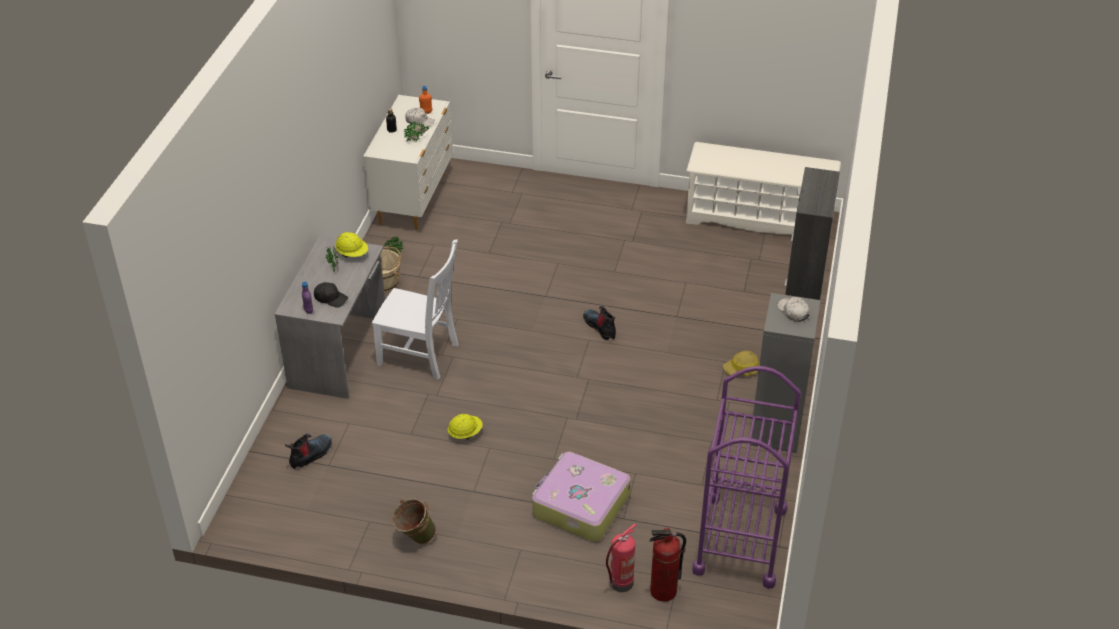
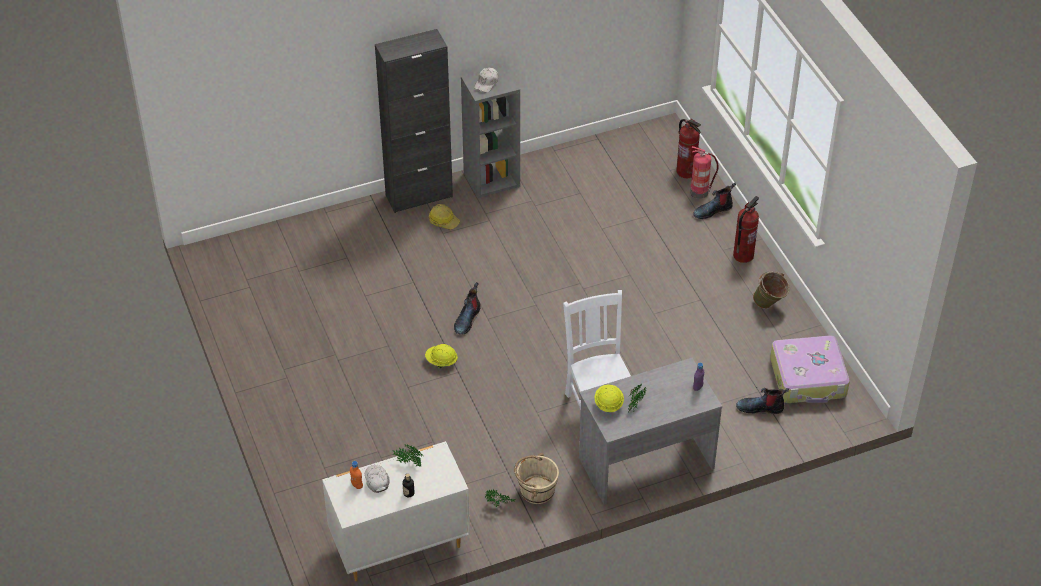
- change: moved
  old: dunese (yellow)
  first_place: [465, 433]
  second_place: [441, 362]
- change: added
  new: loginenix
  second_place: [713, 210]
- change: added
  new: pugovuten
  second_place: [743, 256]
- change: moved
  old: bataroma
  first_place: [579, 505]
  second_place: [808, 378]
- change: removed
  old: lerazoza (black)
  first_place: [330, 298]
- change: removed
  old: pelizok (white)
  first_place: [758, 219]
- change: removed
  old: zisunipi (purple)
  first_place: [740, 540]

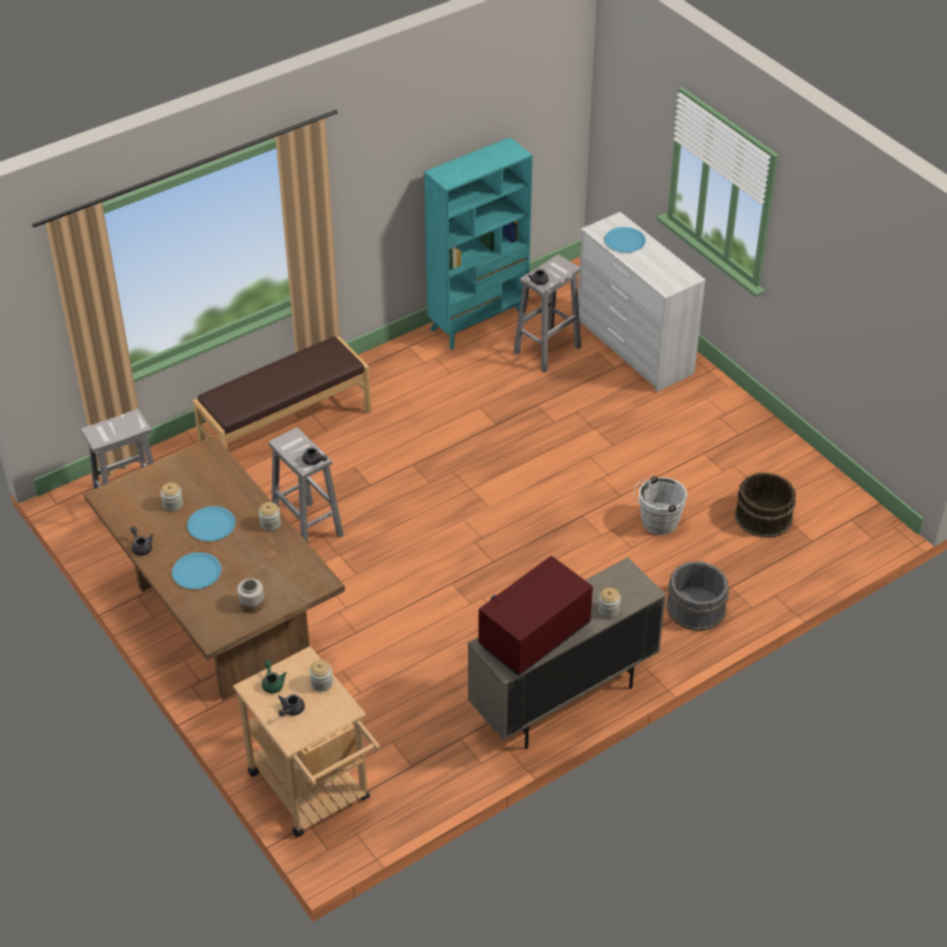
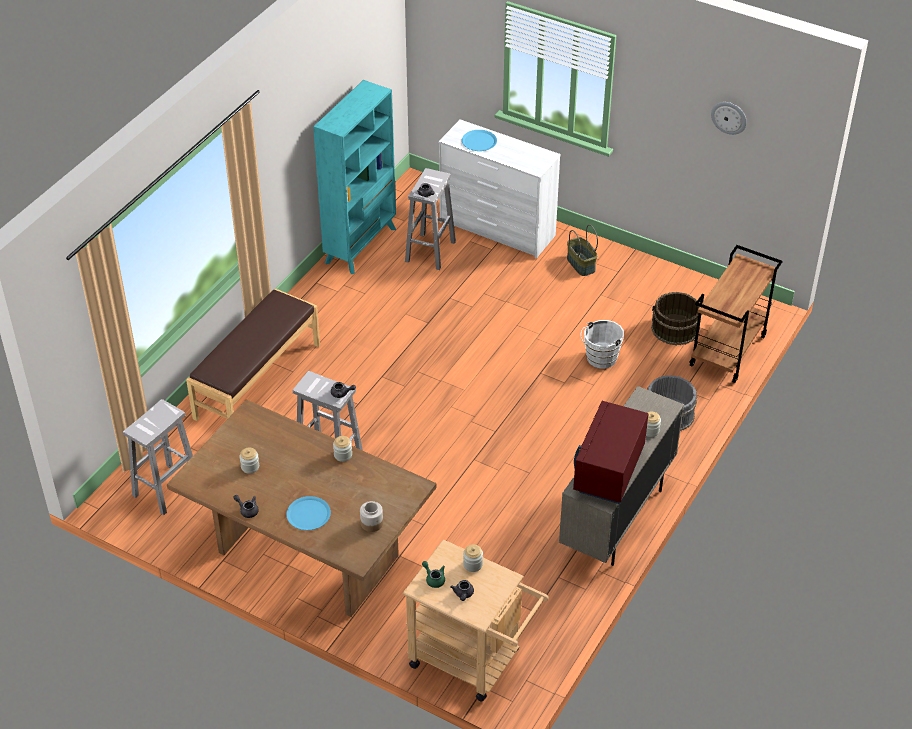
- change: added
  new: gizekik
  second_place: [580, 264]
- change: added
  new: zisunipi (brown)
  second_place: [728, 352]
- change: added
  new: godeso
  second_place: [729, 117]
- change: removed
  old: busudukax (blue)
  first_place: [211, 525]

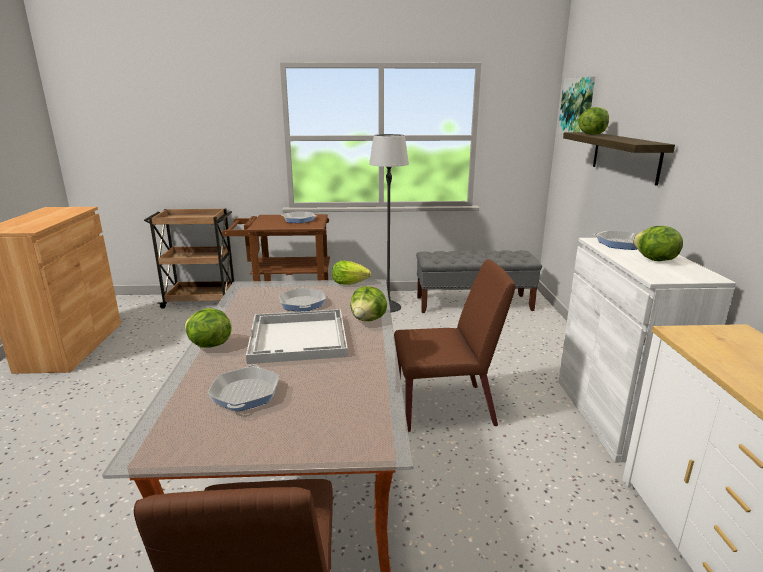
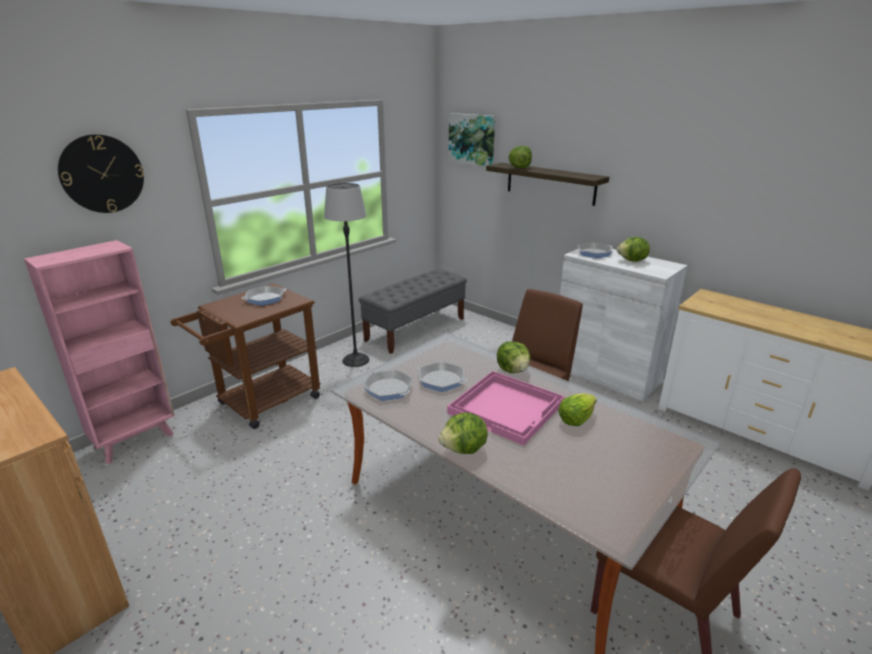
- change: replaced
  old: zisunipi (brown)
  new: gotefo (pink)
  first_place: [201, 300]
  second_place: [136, 440]
- change: added
  new: godeso
  second_place: [102, 174]
- change: moved
  old: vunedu
  first_place: [245, 393]
  second_place: [388, 389]
- change: recoloured
  old: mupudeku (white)
  new: mupudeku (pink)
  first_place: [299, 338]
  second_place: [507, 408]
- change: moved
  old: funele
  first_place: [349, 283]
  second_place: [575, 419]

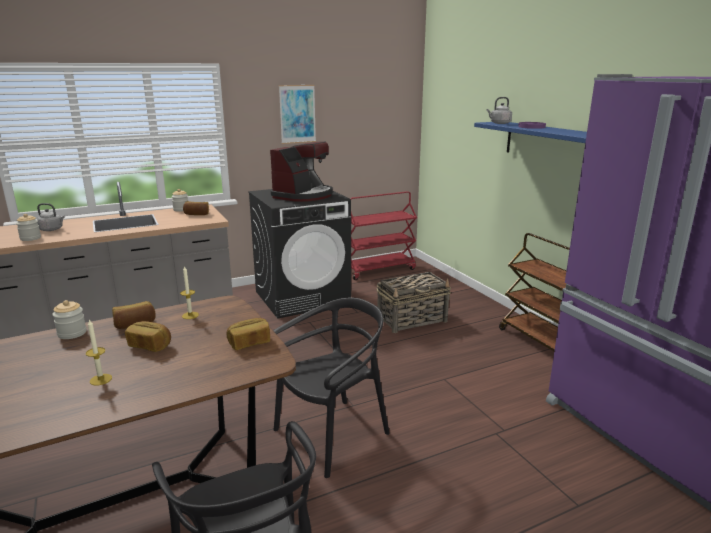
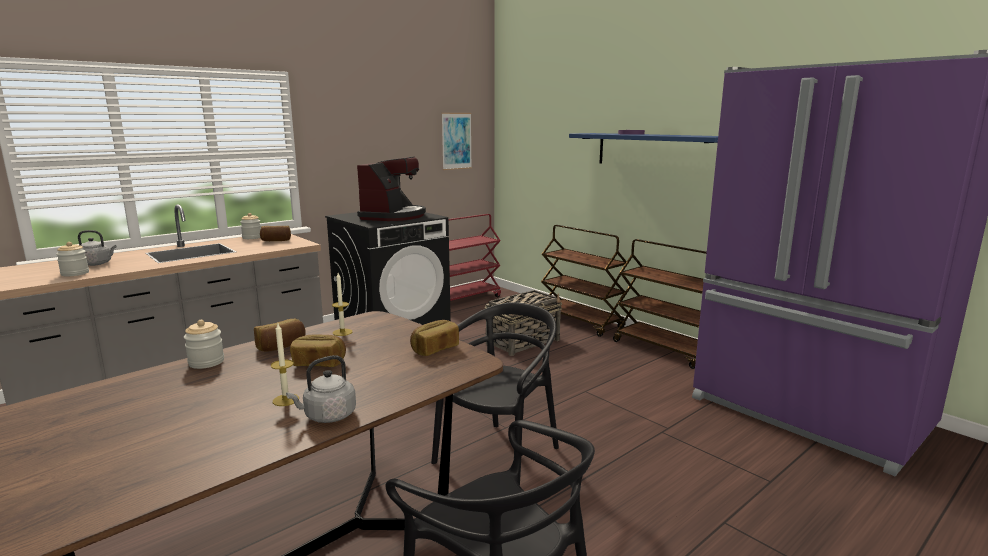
- change: moved
  old: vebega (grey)
  first_place: [499, 123]
  second_place: [327, 416]
- change: moved
  old: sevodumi
  first_place: [297, 114]
  second_place: [456, 141]
- change: added
  new: zisunipi (brown)
  second_place: [581, 322]

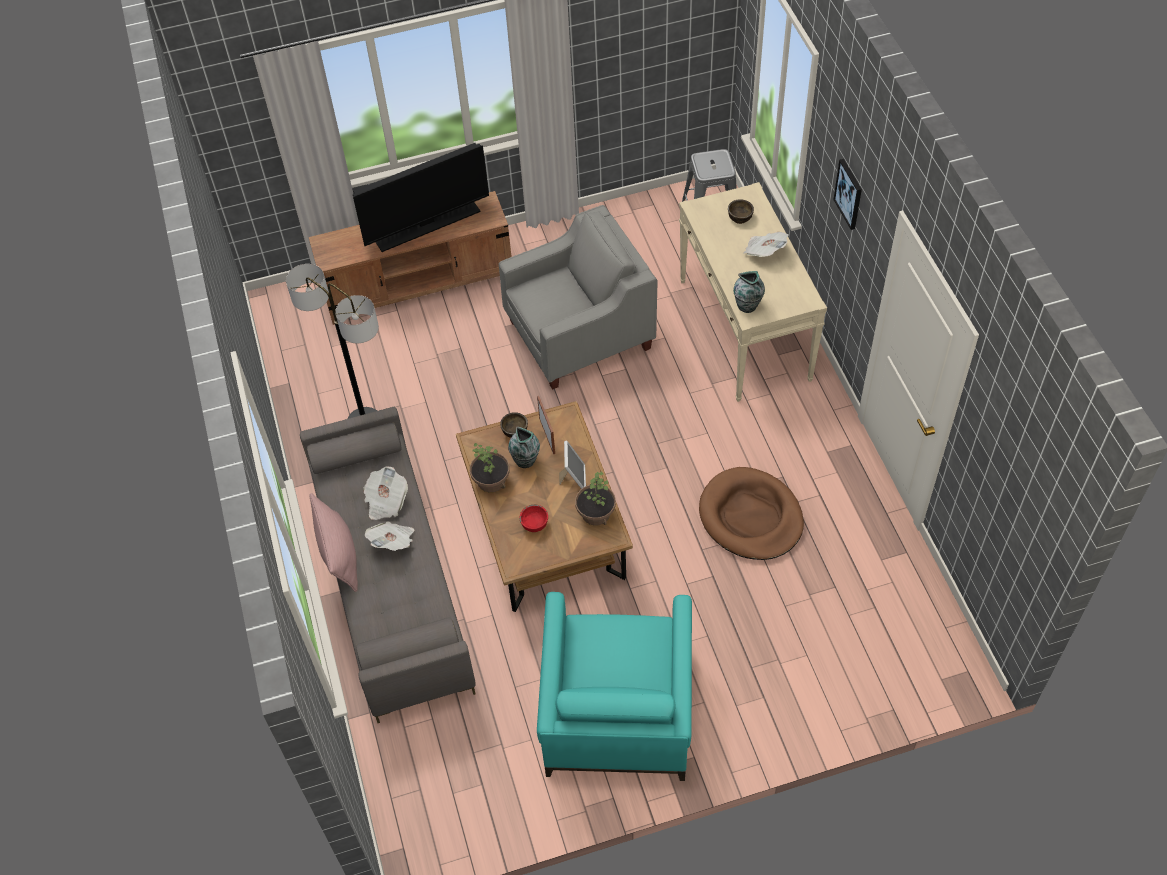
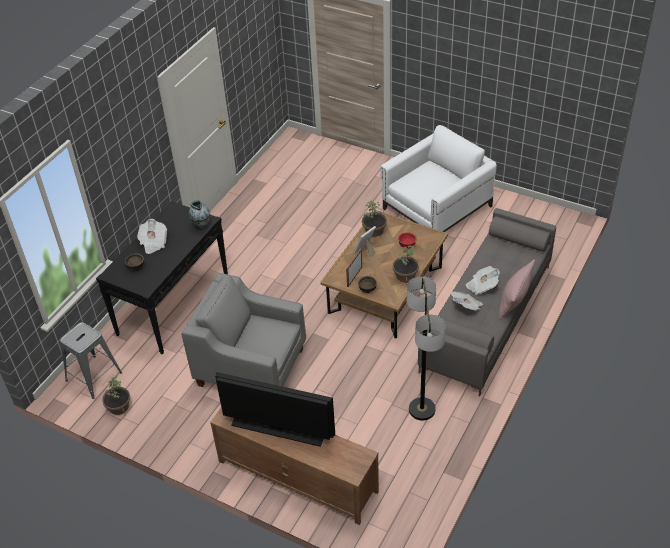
- change: recoloured
  old: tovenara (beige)
  new: tovenara (black)
  first_place: [745, 330]
  second_place: [173, 305]
- change: added
  new: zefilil
  second_place: [118, 407]
- change: recoloured
  old: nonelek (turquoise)
  new: nonelek (white)
  first_place: [617, 708]
  second_place: [436, 208]
- change: removed
  old: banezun
  first_place: [525, 461]
- change: removed
  old: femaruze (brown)
  first_place: [750, 517]
- change: removed
  old: sevodumi
  first_place: [849, 194]

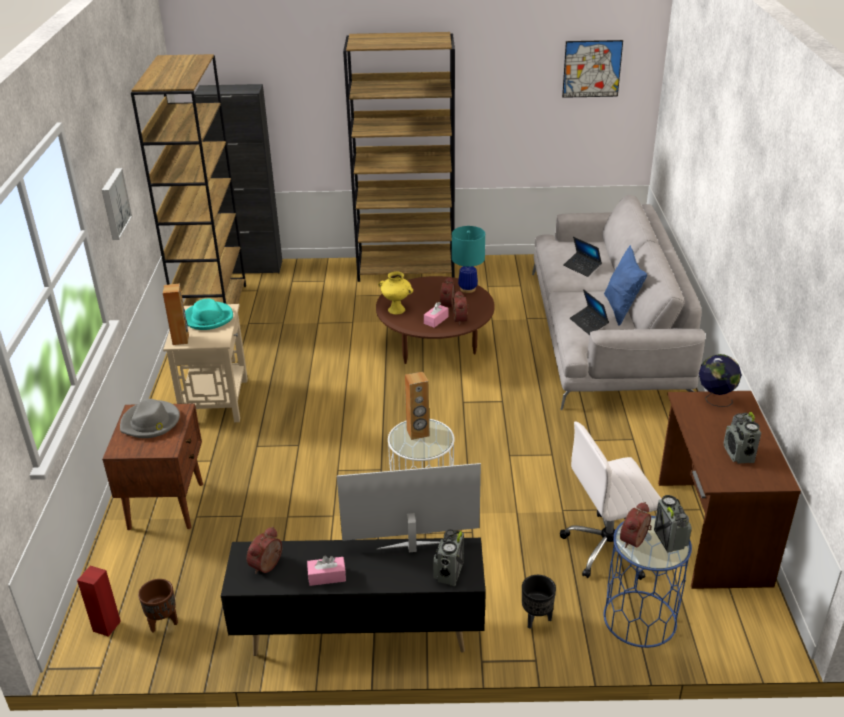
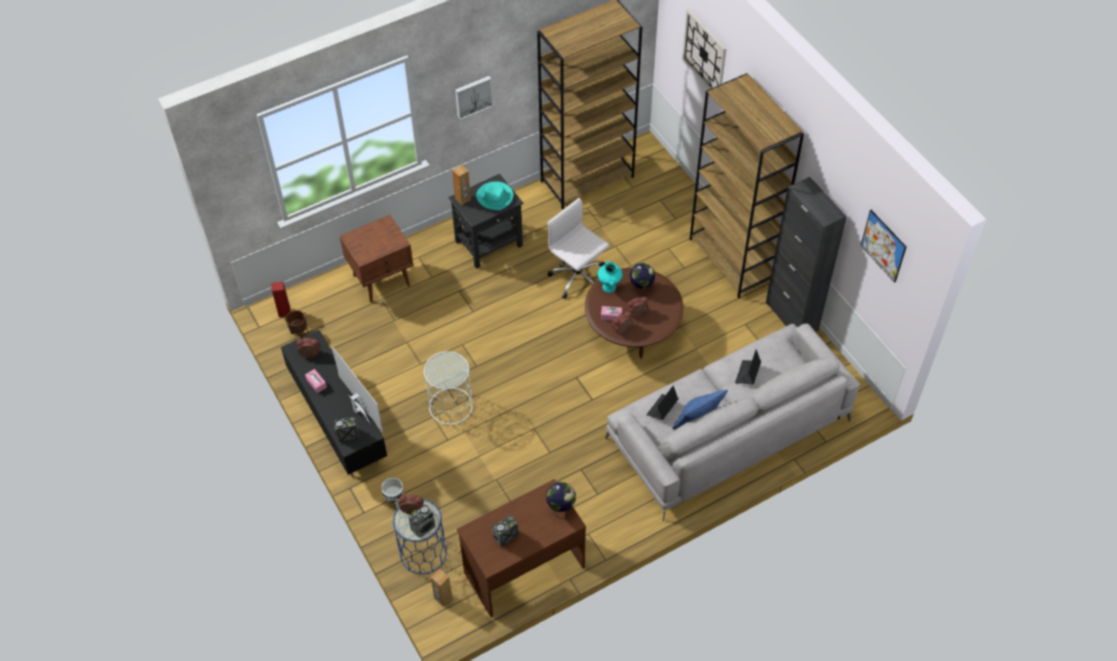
- change: recoloured
  old: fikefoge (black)
  new: fikefoge (white)
  first_place: [537, 619]
  second_place: [395, 501]
- change: moved
  old: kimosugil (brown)
  first_place: [418, 433]
  second_place: [443, 598]
- change: recoloured
  old: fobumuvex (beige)
  new: fobumuvex (black)
  first_place: [215, 400]
  second_place: [489, 243]
- change: moved
  old: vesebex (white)
  first_place: [608, 548]
  second_place: [578, 278]
- change: recoloured
  old: banezun (yellow)
  new: banezun (turquoise)
  first_place: [397, 310]
  second_place: [609, 287]
- change: added
  new: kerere
  second_place: [641, 287]
- change: added
  new: godeso
  second_place: [704, 53]
- change: moved
  old: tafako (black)
  first_place: [252, 267]
  second_place: [791, 316]
- change: removed
  old: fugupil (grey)
  first_place: [150, 422]
- change: removed
  old: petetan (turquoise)
  first_place: [467, 289]

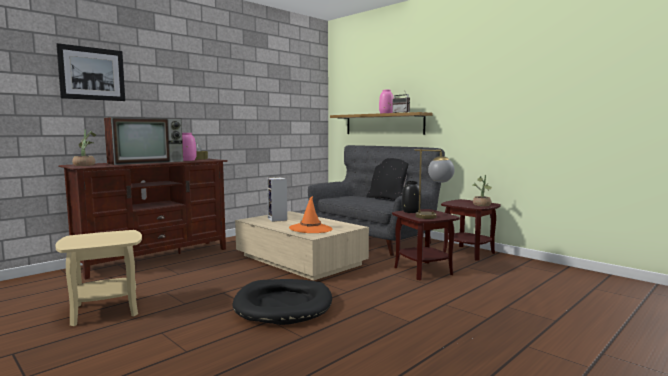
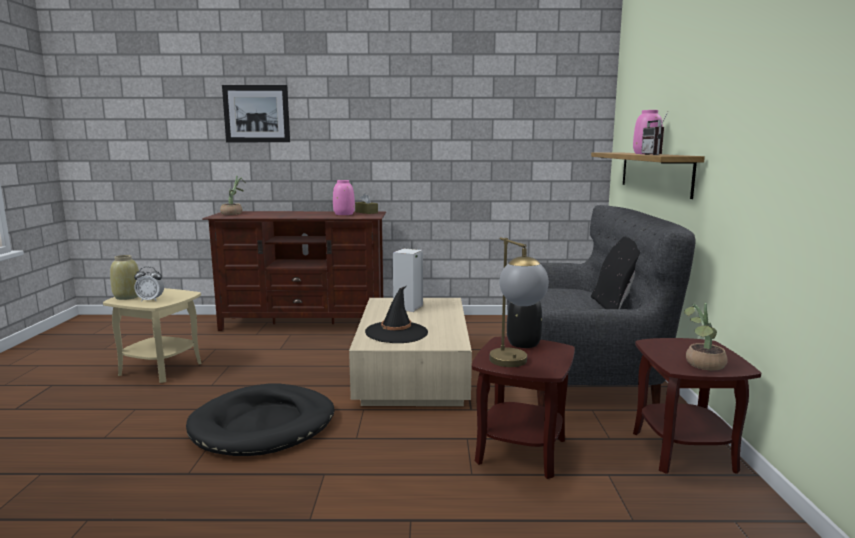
- change: added
  new: banezun (beige)
  second_place: [127, 297]
- change: added
  new: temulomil
  second_place: [150, 300]
- change: recoloured
  old: fugupil (orange)
  new: fugupil (black)
  first_place: [310, 229]
  second_place: [396, 333]
- change: removed
  old: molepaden
  first_place: [147, 162]

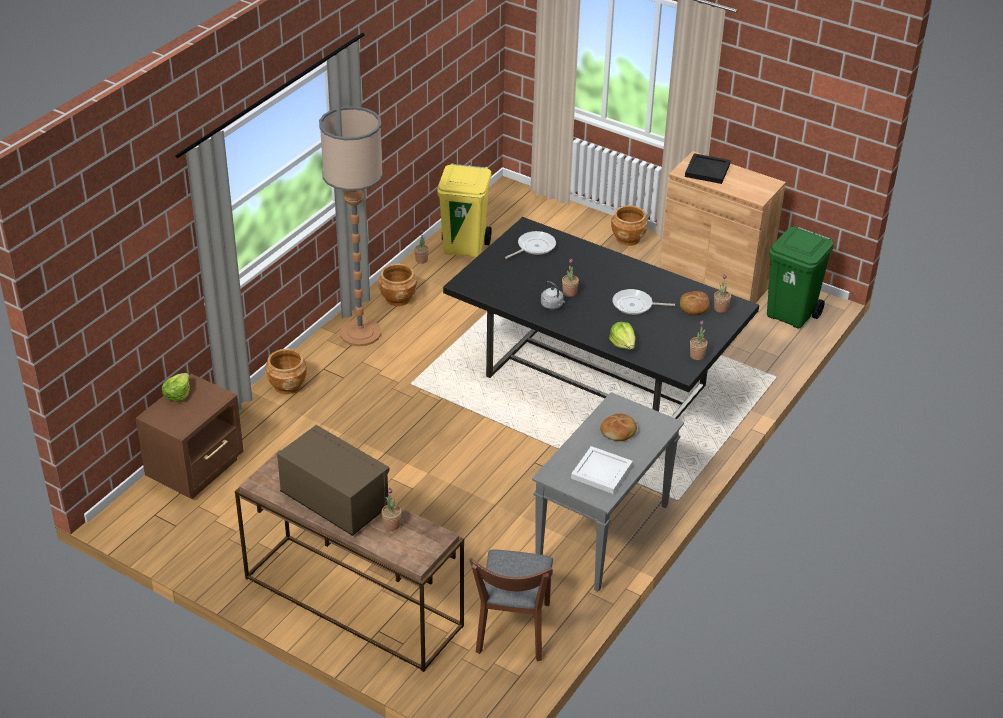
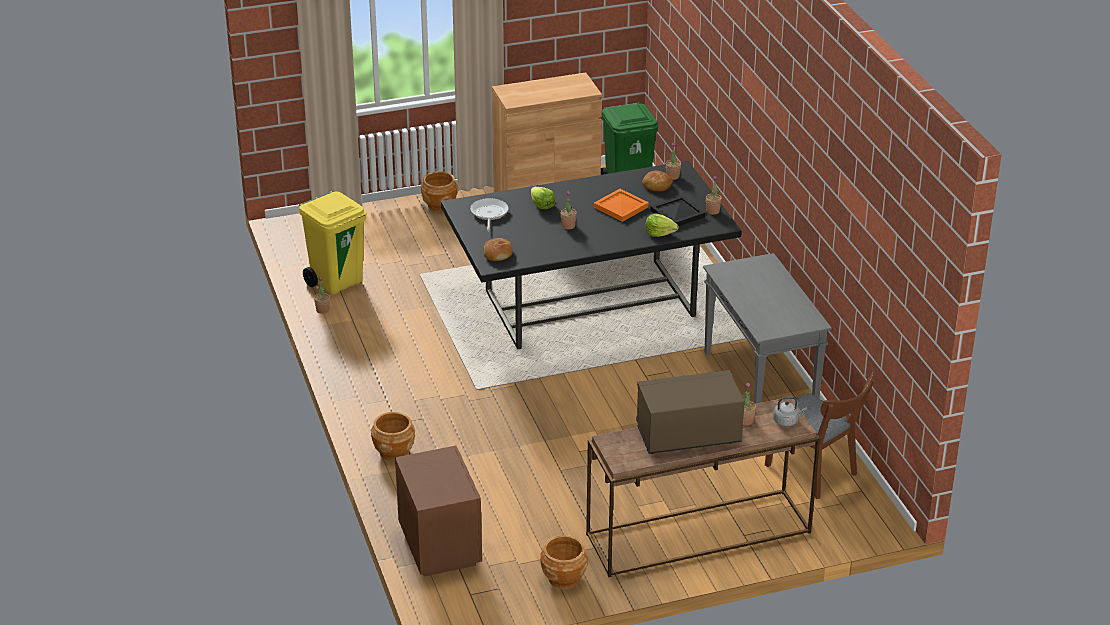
- change: moved
  old: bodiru
  first_place: [618, 432]
  second_place: [498, 254]
- change: moved
  old: funele
  first_place: [177, 394]
  second_place: [541, 205]
- change: moved
  old: fikefoge (brown)
  first_place: [397, 298]
  second_place: [563, 578]
- change: replaced
  old: vunedu
  new: mupudeku (orange)
  first_place: [635, 305]
  second_place: [621, 207]
- change: moved
  old: mupudeku (black)
  first_place: [707, 170]
  second_place: [676, 214]
- change: moved
  old: vebega (grey)
  first_place: [552, 305]
  second_place: [787, 421]
- change: removed
  old: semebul
  first_place: [360, 333]
- change: removed
  old: mupudeku (white)
  first_place: [601, 471]

